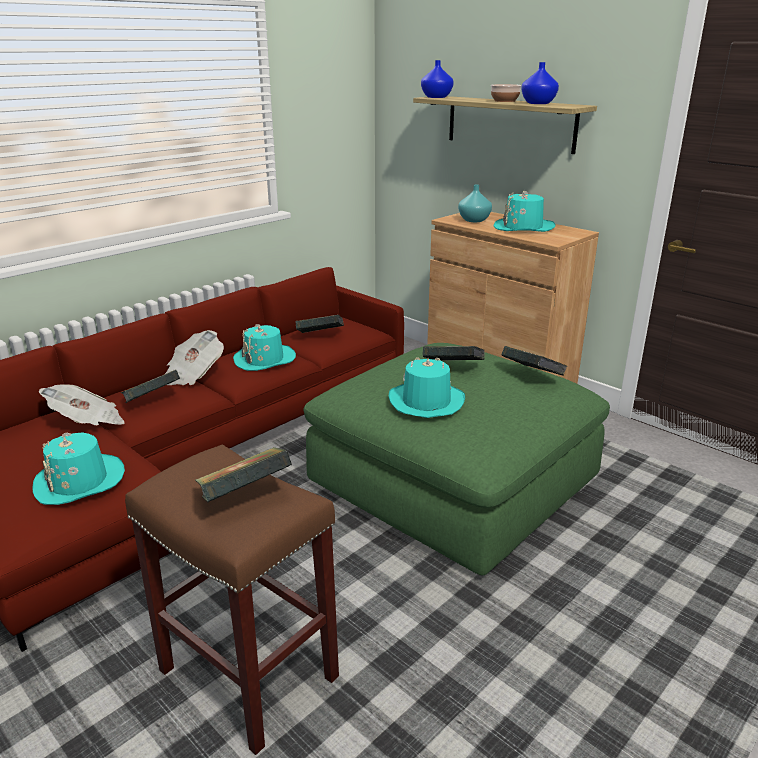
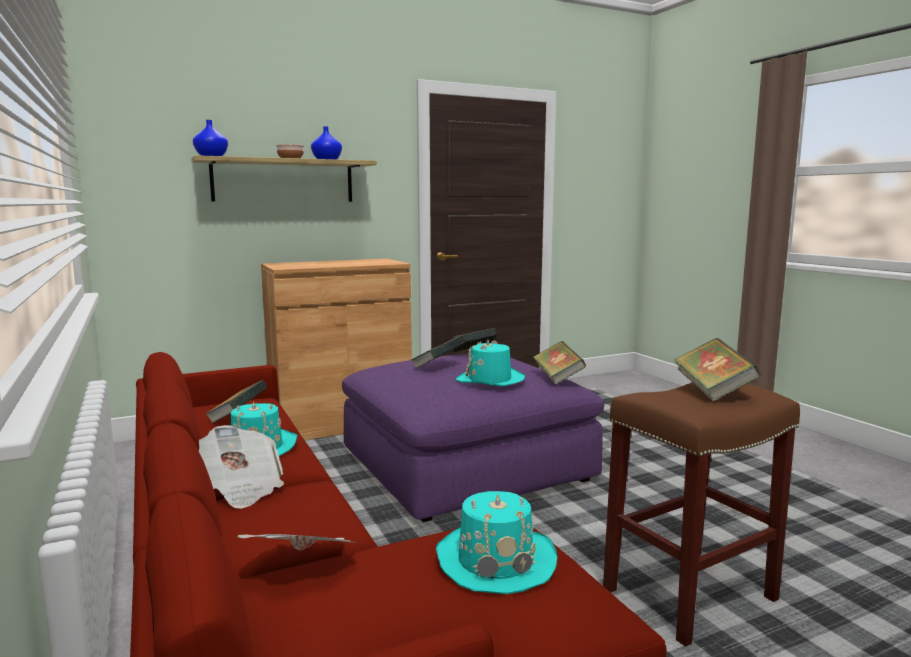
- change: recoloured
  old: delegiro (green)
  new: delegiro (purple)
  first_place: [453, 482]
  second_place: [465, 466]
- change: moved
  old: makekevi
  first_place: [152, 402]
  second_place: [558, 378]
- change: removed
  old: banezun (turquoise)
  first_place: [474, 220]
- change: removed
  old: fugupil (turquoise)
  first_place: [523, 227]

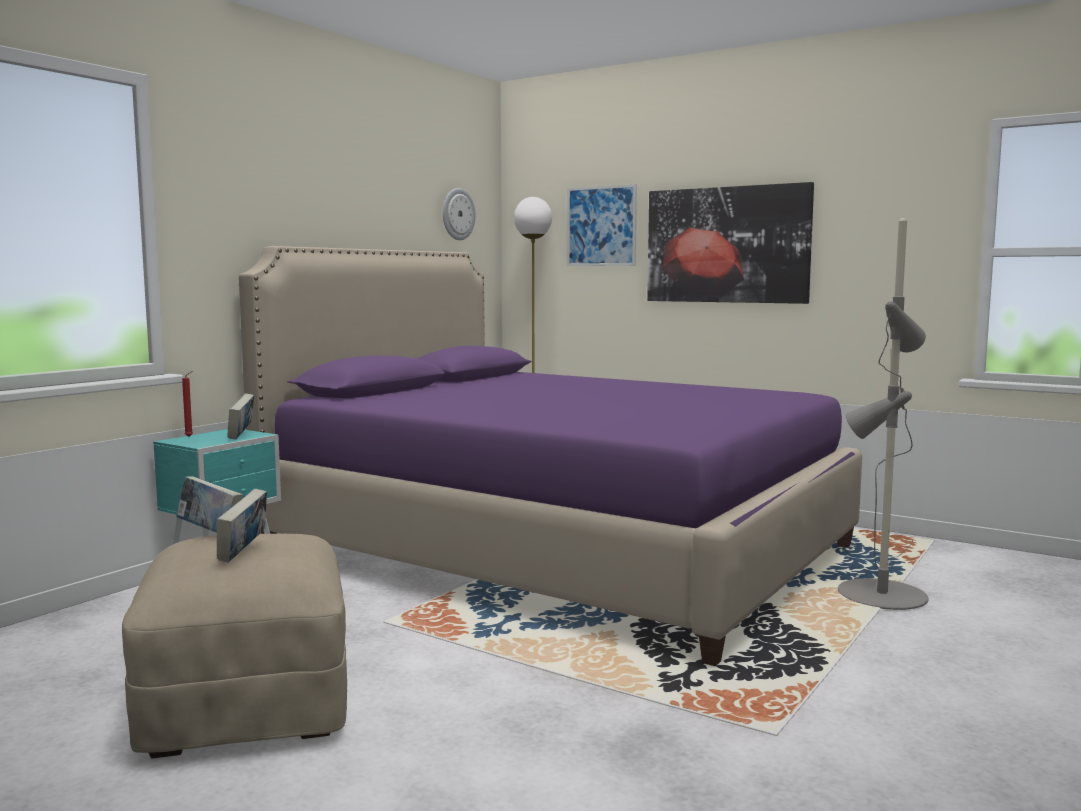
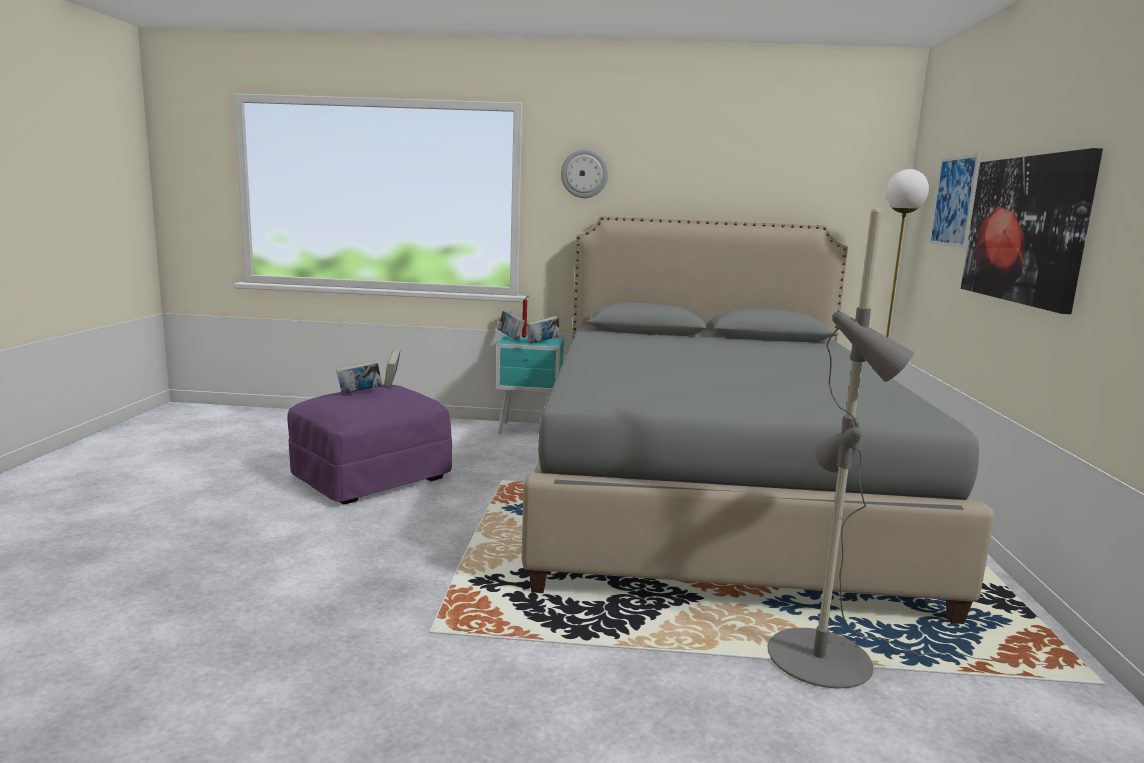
- change: recoloured
  old: delegiro (beige)
  new: delegiro (purple)
  first_place: [245, 699]
  second_place: [371, 478]
- change: added
  new: makekevi
  second_place: [510, 338]
- change: recoloured
  old: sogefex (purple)
  new: sogefex (grey)
  first_place: [557, 549]
  second_place: [711, 497]
- change: moved
  old: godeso
  first_place: [457, 214]
  second_place: [584, 173]

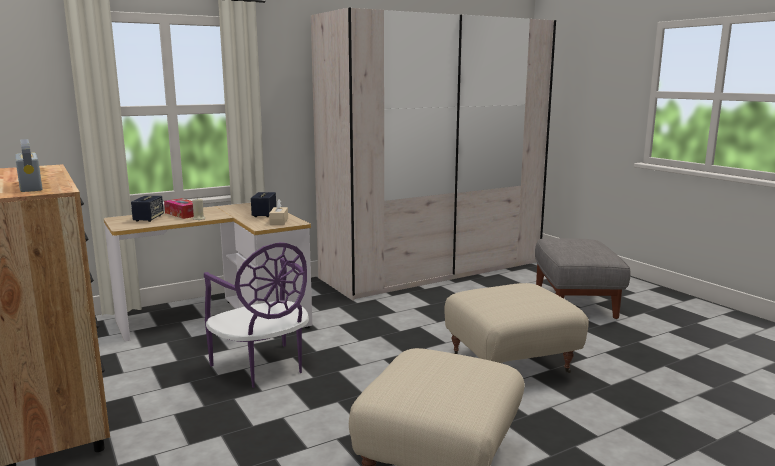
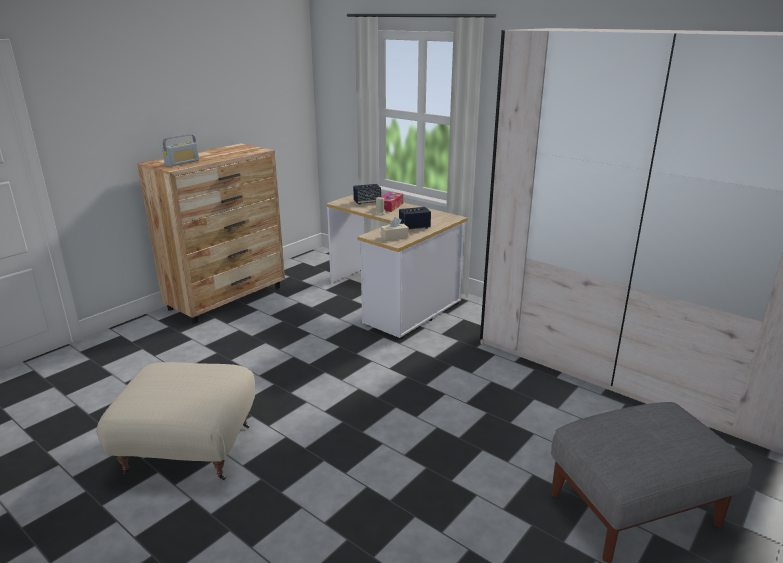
- change: removed
  old: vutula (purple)
  first_place: [263, 367]
- change: removed
  old: delegiro (beige)
  first_place: [509, 364]

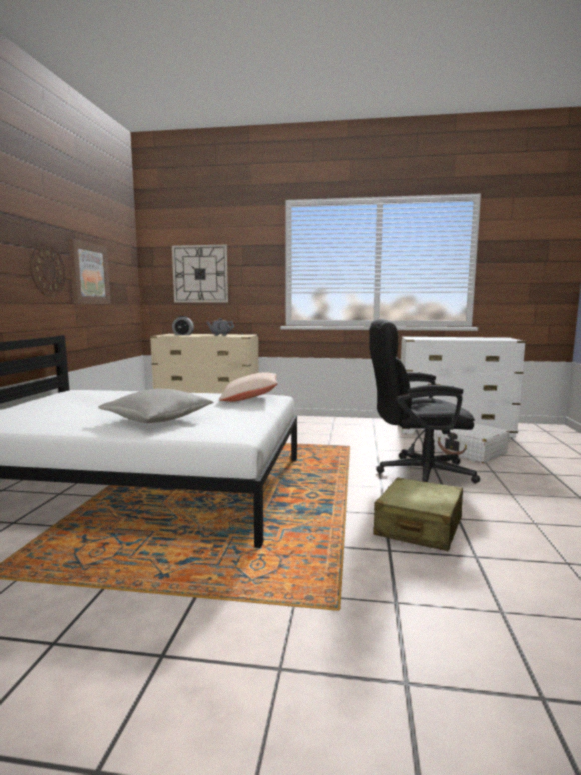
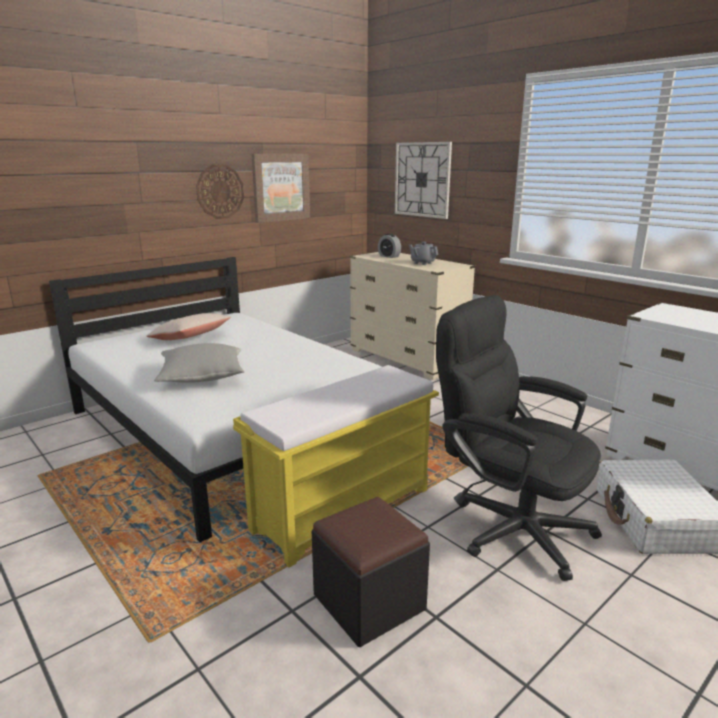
- change: moved
  old: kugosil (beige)
  first_place: [249, 398]
  second_place: [190, 338]
- change: added
  new: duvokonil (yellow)
  second_place: [344, 508]
- change: replaced
  old: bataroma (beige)
  new: delegiro (black)
  first_place: [419, 527]
  second_place: [369, 602]

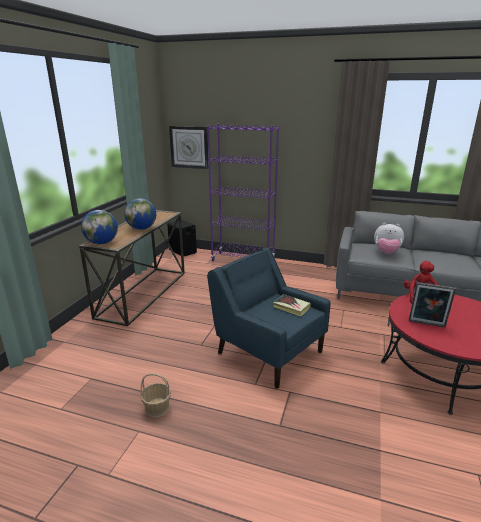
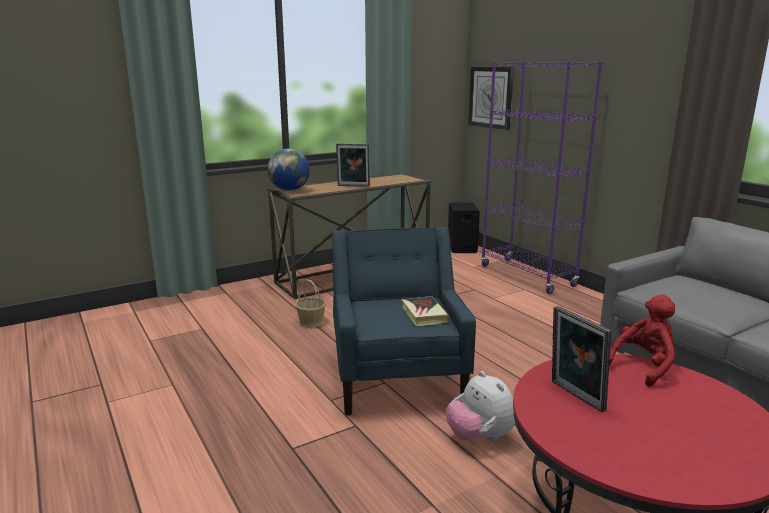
- change: moved
  old: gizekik
  first_place: [157, 408]
  second_place: [311, 321]
- change: replaced
  old: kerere
  new: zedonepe
  first_place: [142, 228]
  second_place: [353, 186]
- change: moved
  old: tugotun
  first_place: [386, 253]
  second_place: [479, 437]

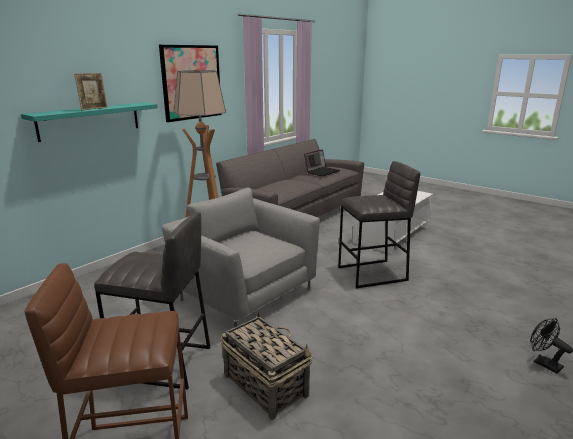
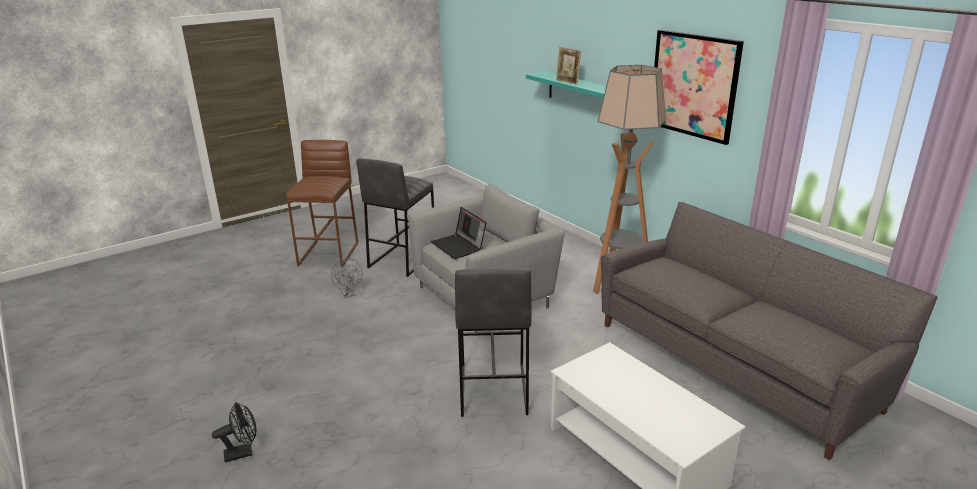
- change: replaced
  old: gizekik
  new: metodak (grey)
  first_place: [265, 384]
  second_place: [348, 294]
- change: moved
  old: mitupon
  first_place: [322, 171]
  second_place: [459, 246]

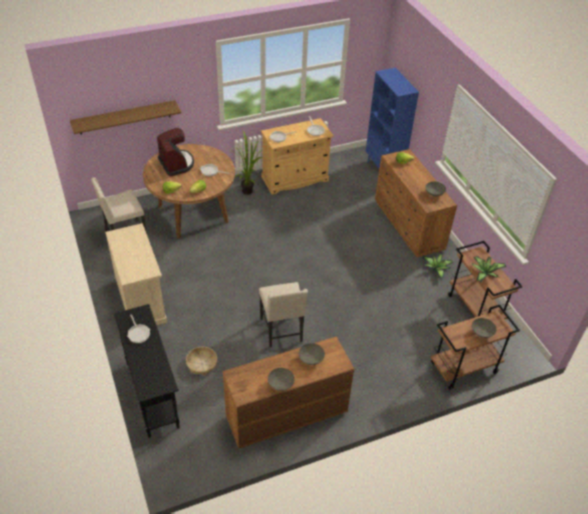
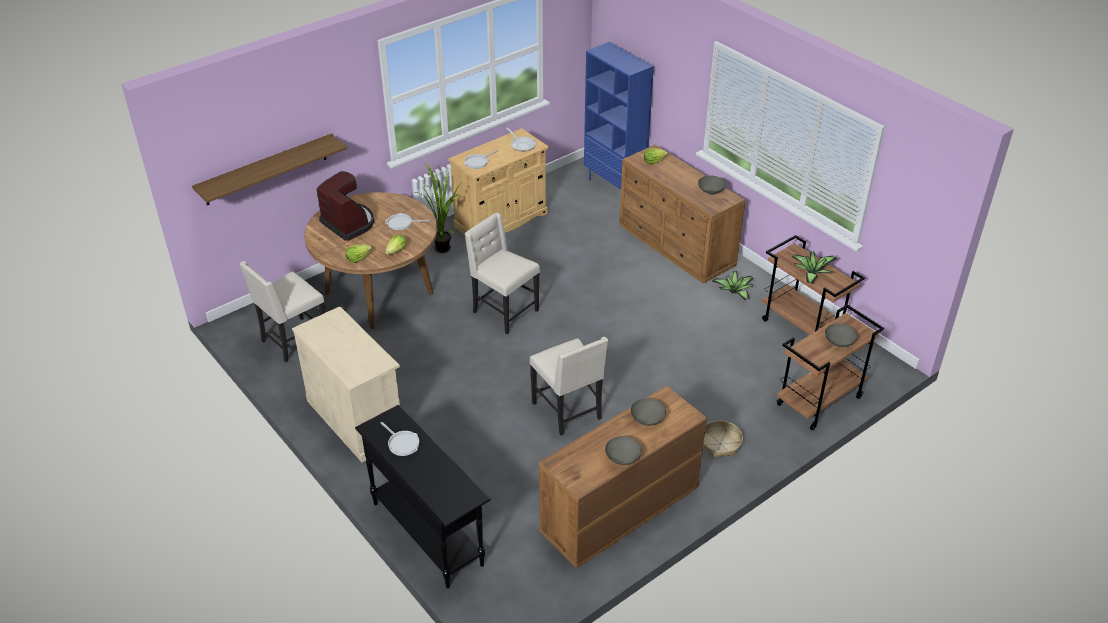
- change: added
  new: vutula (beige)
  second_place: [503, 312]
- change: moved
  old: gizekik
  first_place: [202, 364]
  second_place: [720, 444]

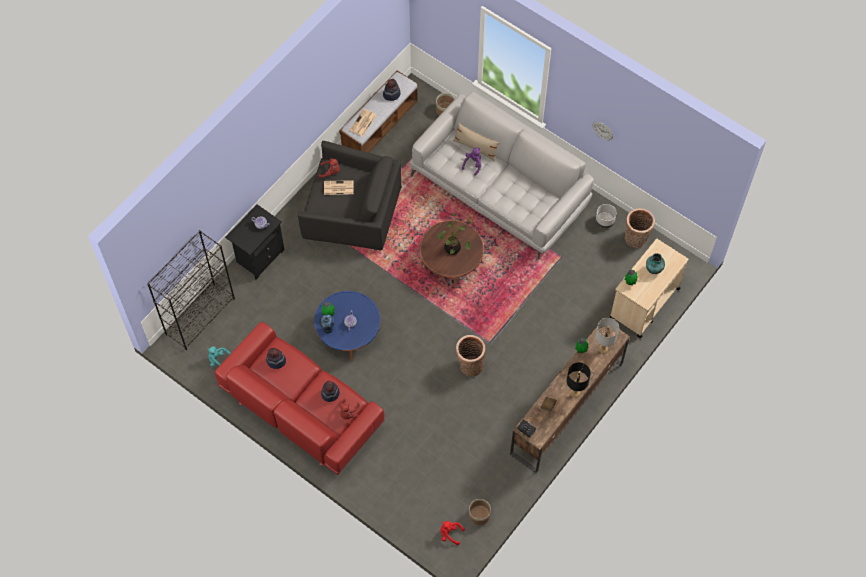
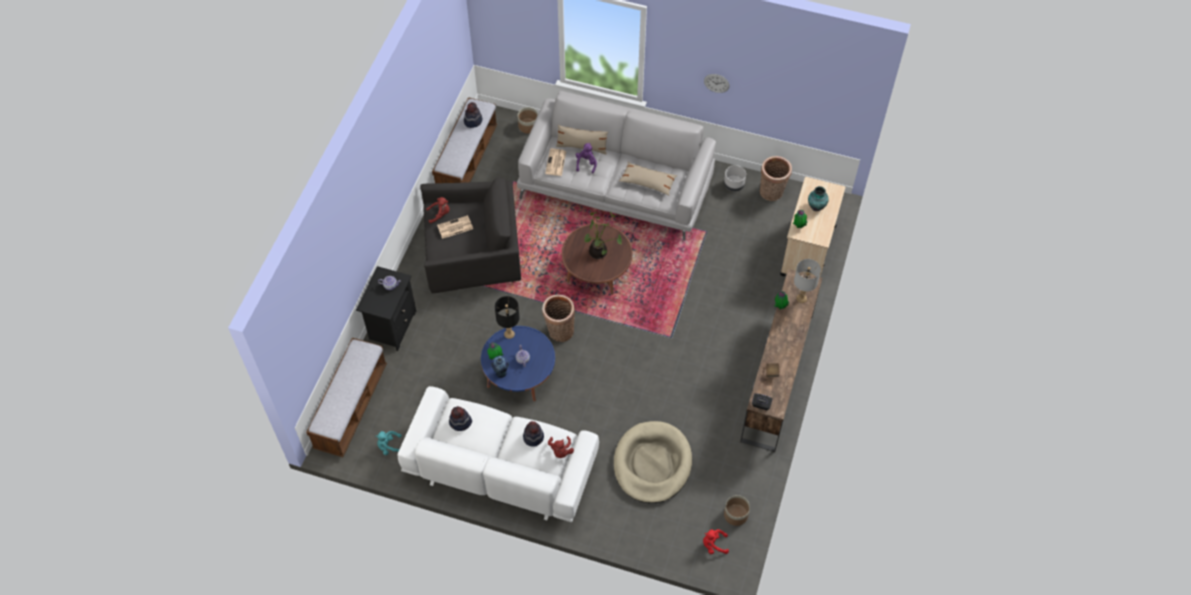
- change: replaced
  old: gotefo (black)
  new: duvokonil
  first_place: [200, 316]
  second_place: [351, 407]
- change: recoloured
  old: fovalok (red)
  new: fovalok (white)
  first_place: [301, 408]
  second_place: [500, 467]
- change: moved
  old: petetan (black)
  first_place: [575, 393]
  second_place: [509, 334]
- change: moved
  old: gizekik
  first_place: [469, 365]
  second_place: [559, 331]
- change: moved
  old: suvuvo
  first_place: [363, 123]
  second_place: [556, 163]
- change: added
  new: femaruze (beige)
  second_place: [652, 464]
- change: added
  new: kugosil (beige)
  second_place: [648, 182]

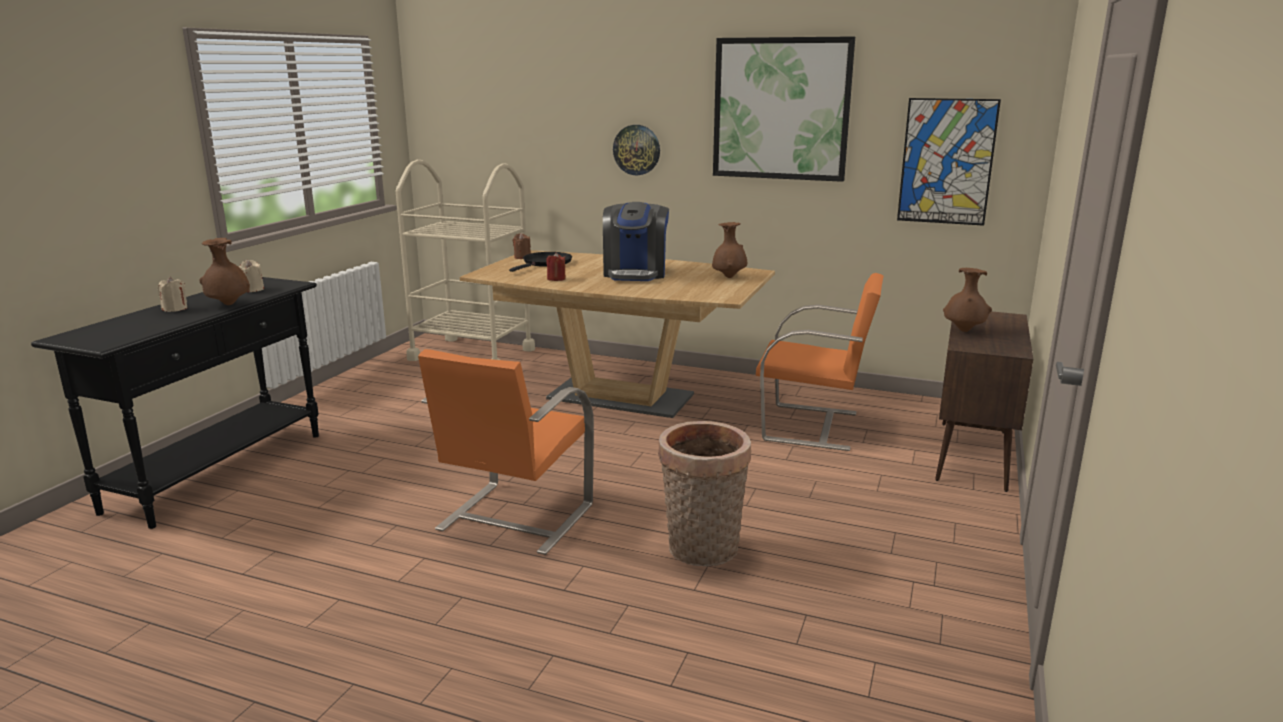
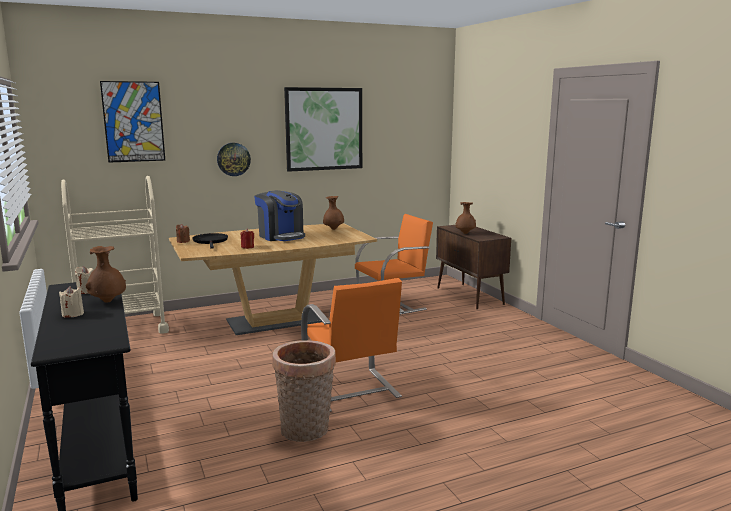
- change: moved
  old: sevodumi
  first_place: [946, 162]
  second_place: [133, 122]
- change: moved
  old: gizekik
  first_place: [701, 551]
  second_place: [306, 431]

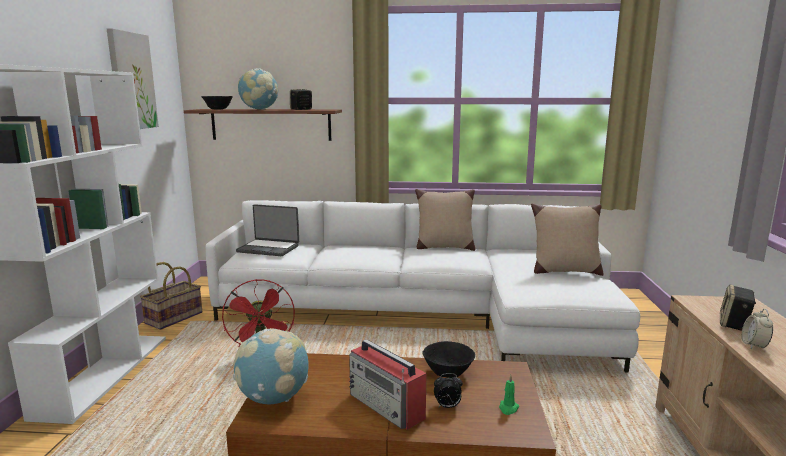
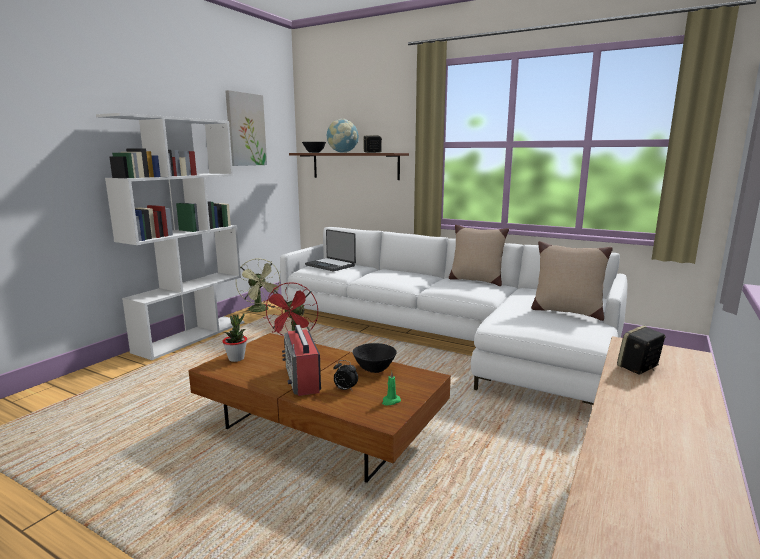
- change: replaced
  old: kerere
  new: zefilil
  first_place: [274, 398]
  second_place: [236, 358]
- change: replaced
  old: gizekik
  new: metodak (green)
  first_place: [173, 317]
  second_place: [261, 310]
- change: removed
  old: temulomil
  first_place: [754, 345]

